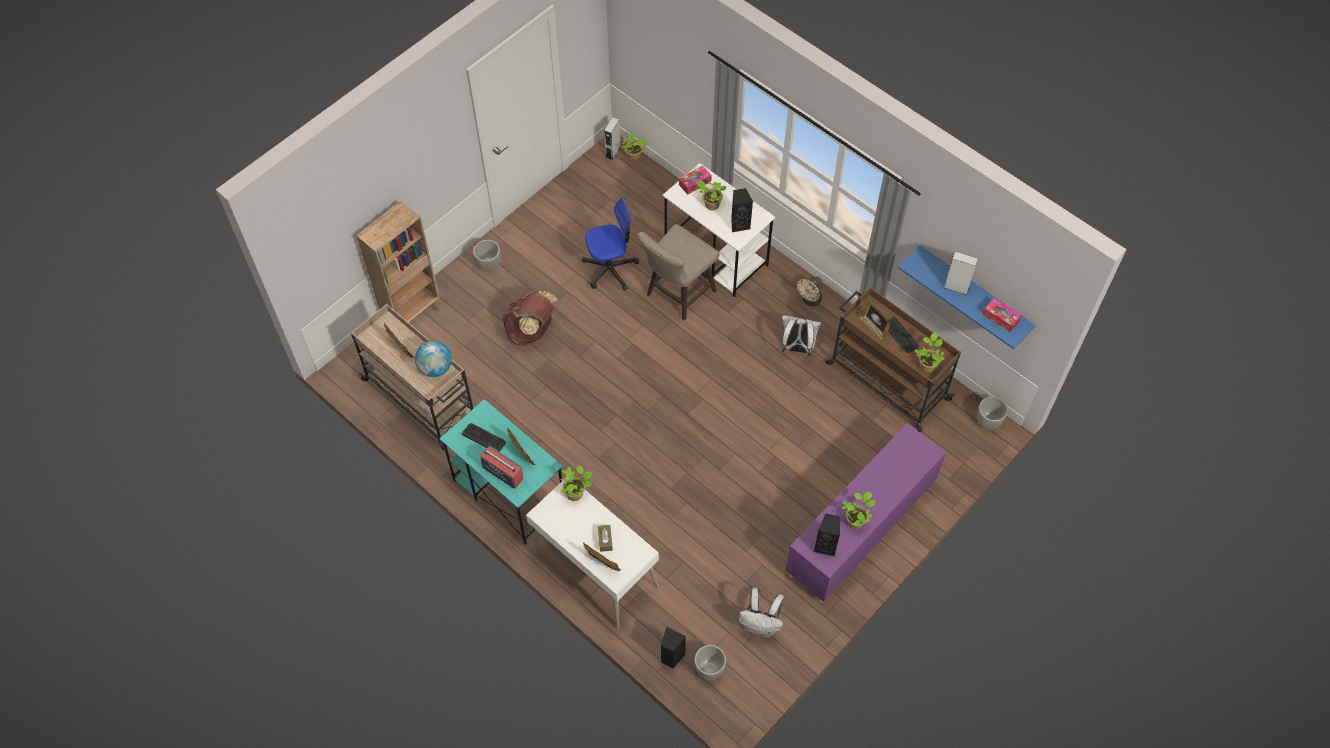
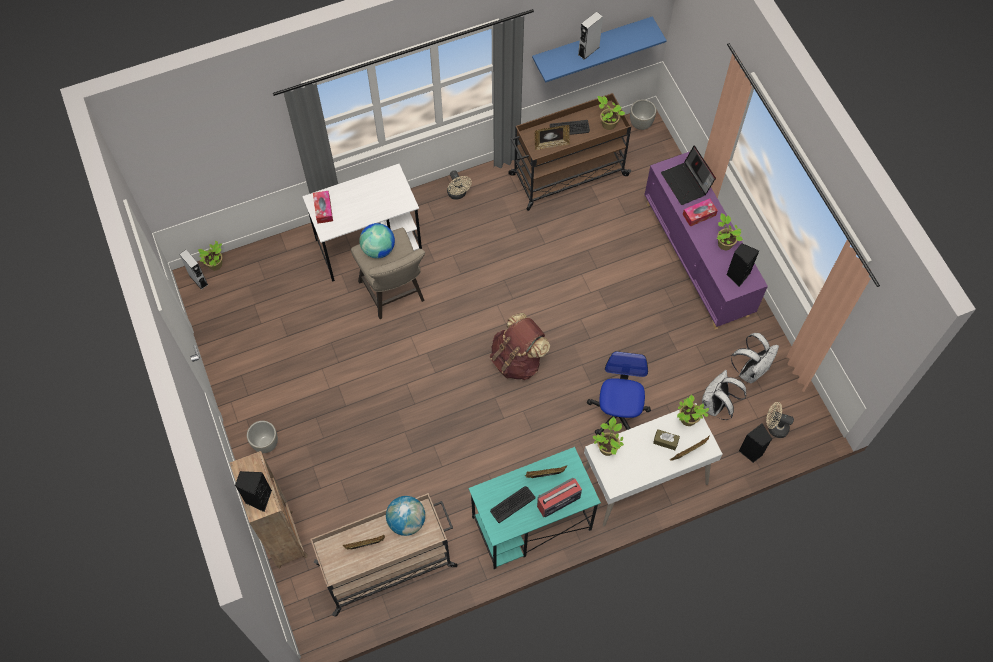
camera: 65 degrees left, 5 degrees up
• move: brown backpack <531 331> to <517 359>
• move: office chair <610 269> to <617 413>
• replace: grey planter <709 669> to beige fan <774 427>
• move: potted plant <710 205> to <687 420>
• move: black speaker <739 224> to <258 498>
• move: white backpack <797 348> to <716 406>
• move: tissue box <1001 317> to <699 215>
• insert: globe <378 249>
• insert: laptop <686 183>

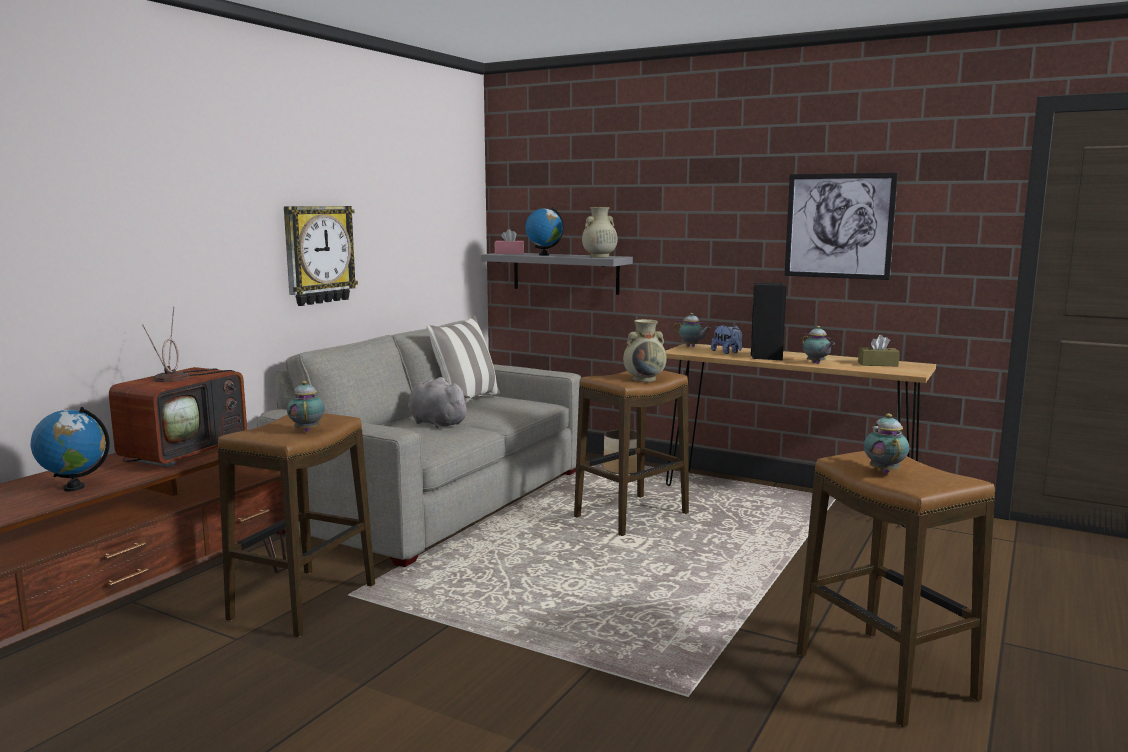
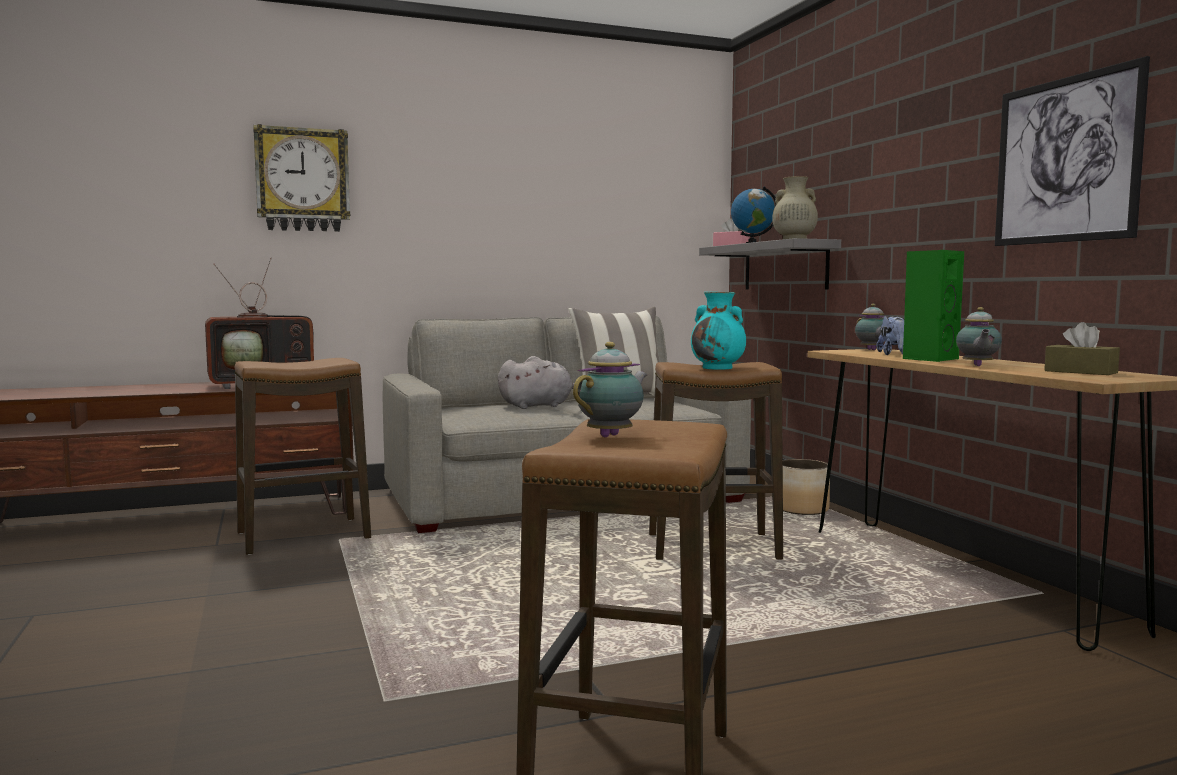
camera: 40 degrees right, 5 degrees down
• delete: globe <74 487>
• move: wall clock <318 254> to <302 180>
• delete: teapot <307 430>
• rotate: grey plush toy <436 423> = <539 406> 75 degrees clockwise
• recolor: beige vase <644 379> to turquoise vase <718 368>
• recolor: black speaker <766 357> to green speaker <929 359>

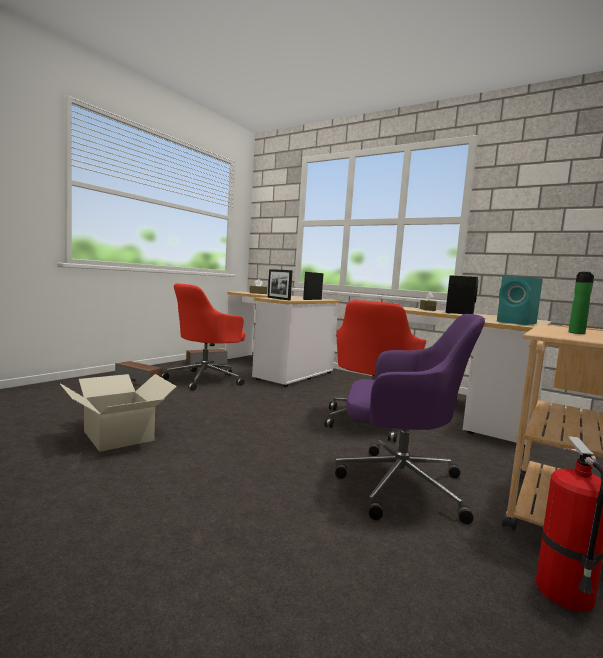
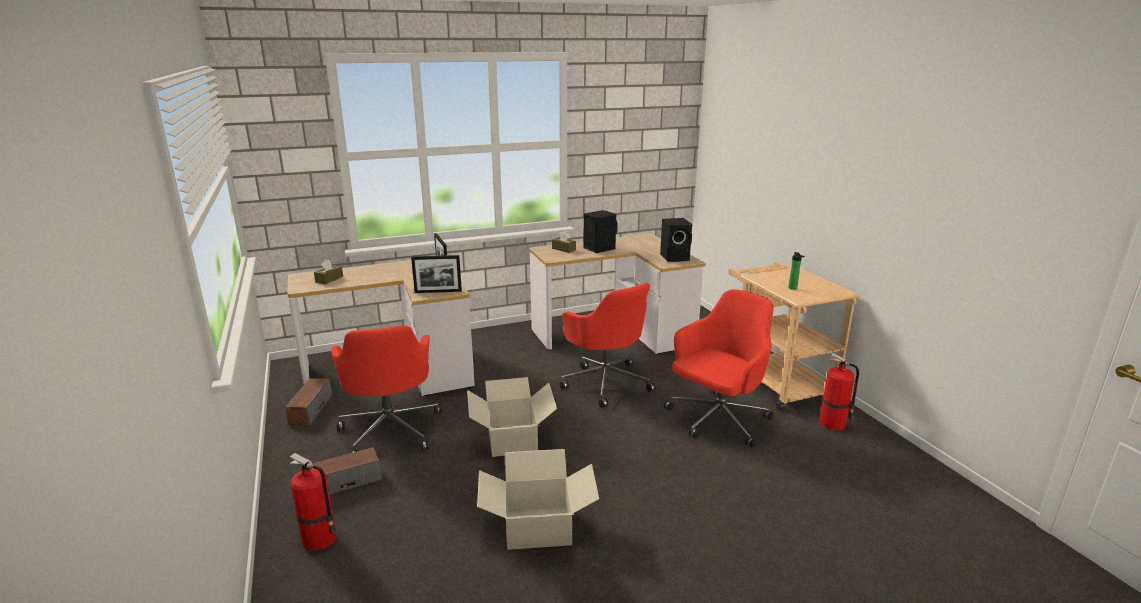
camera: 55 degrees left, 15 degrees up
• recolor: purple office chair <397 484> to red office chair <717 420>
• recolor: turquoise speaker <517 323> to black speaker <675 257>
• insert: fire extinguisher <321 539>
• insert: cardboard box <513 439>

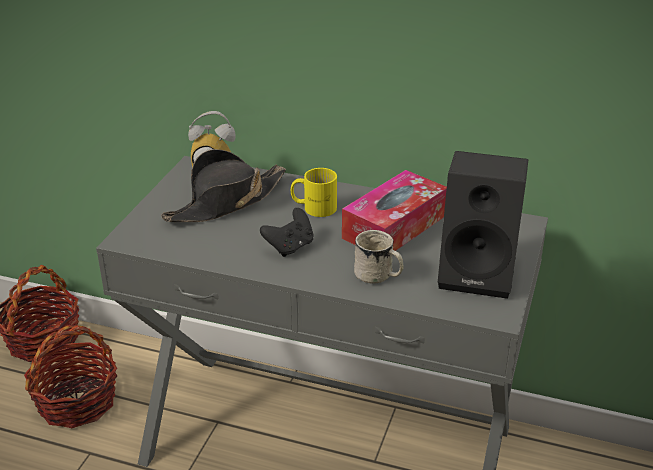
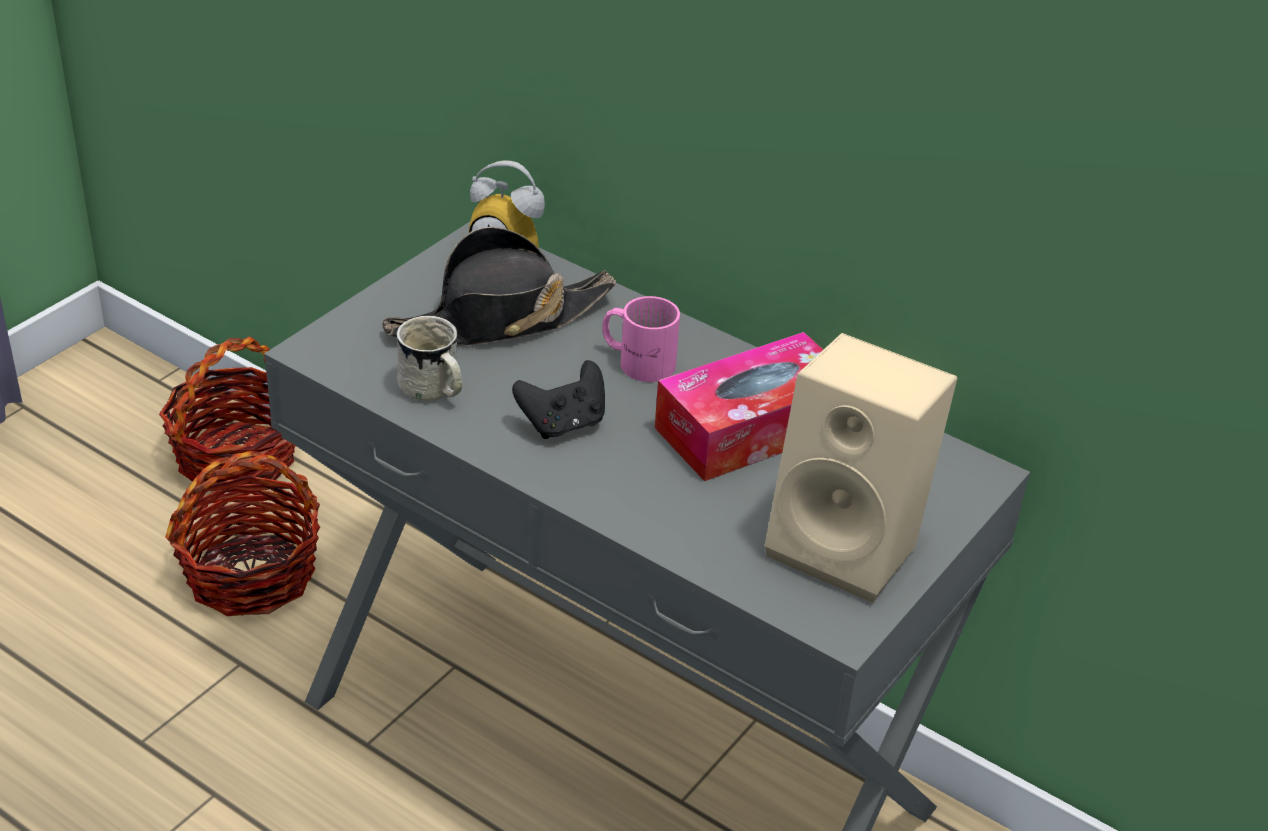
camera: 15 degrees right, 5 degrees up
• recolor: yellow mug <314 206> to pink mug <638 360>
• move: white mug <378 276> to <433 391>
• recolor: black speaker <479 273> to beige speaker <850 546>

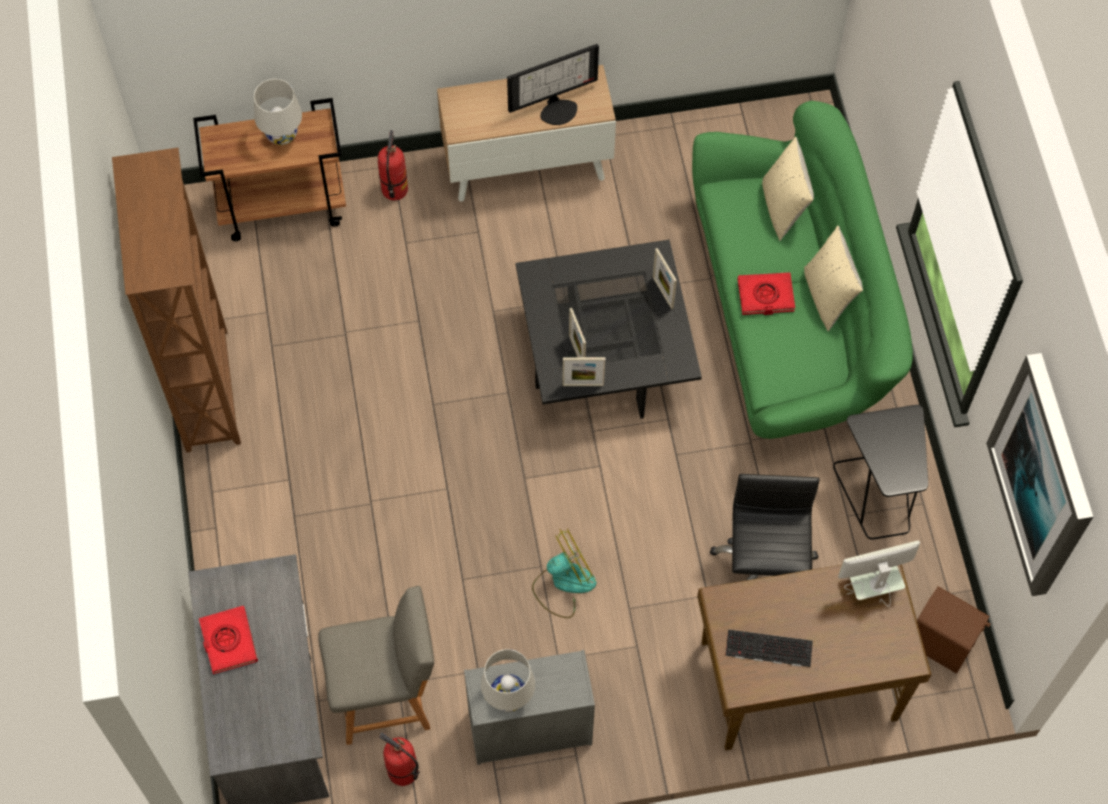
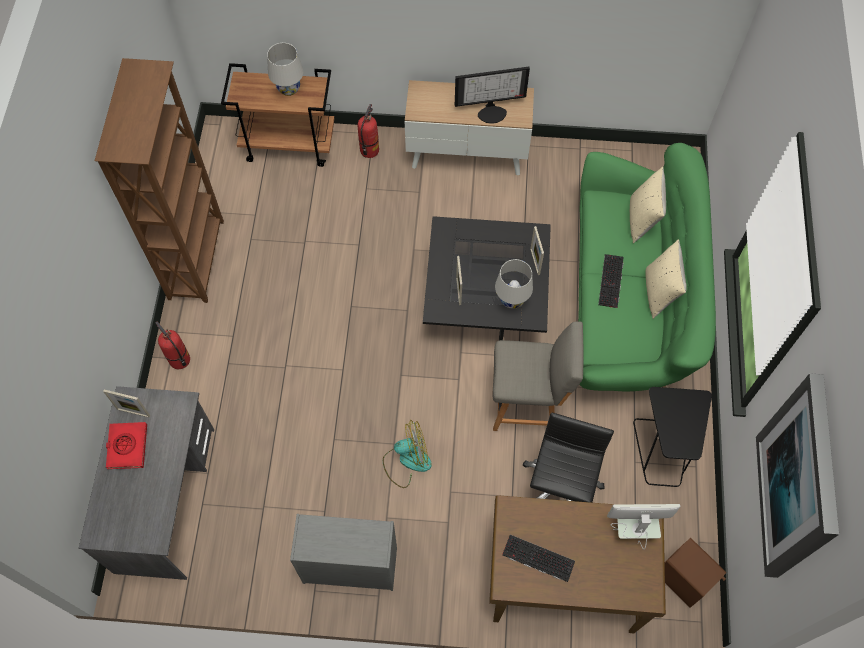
camera: 15 degrees right, 0 degrees up
• move: grey chair <386 696> to <528 403>
• move: fire extinguisher <402 771> to <179 360>
• move: white table lamp <508 696> to <512 300>
• move: picture frame <583 384> to <133 412>
• replace: red book <765 296> to keyboard <611 281>

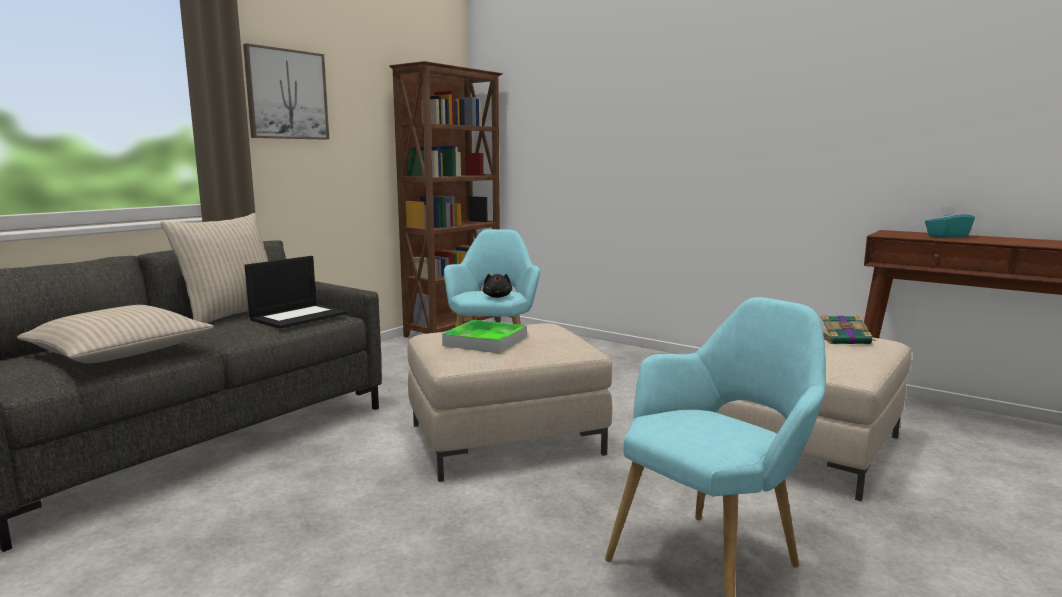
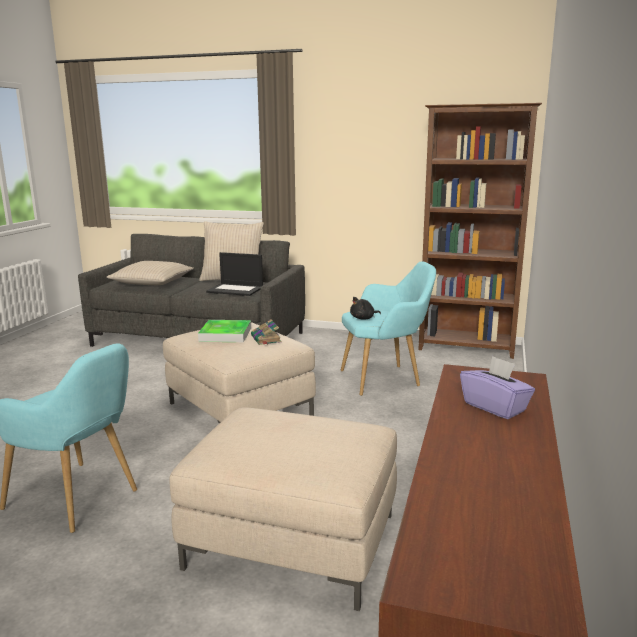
camera: 70 degrees right, 5 degrees up
• delete: picture <286 94>
• move: book <845 340> to <266 339>
• recolor: turquoise tissue box <947 236> to purple tissue box <495 407>

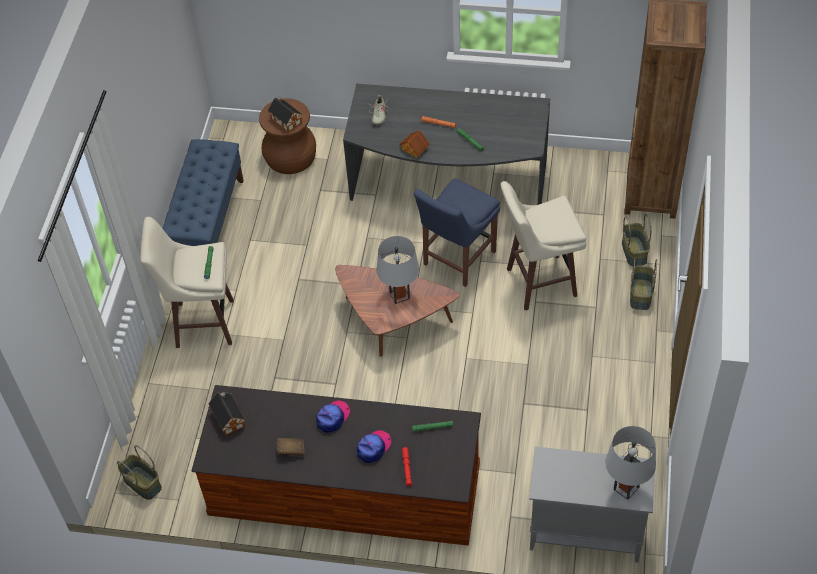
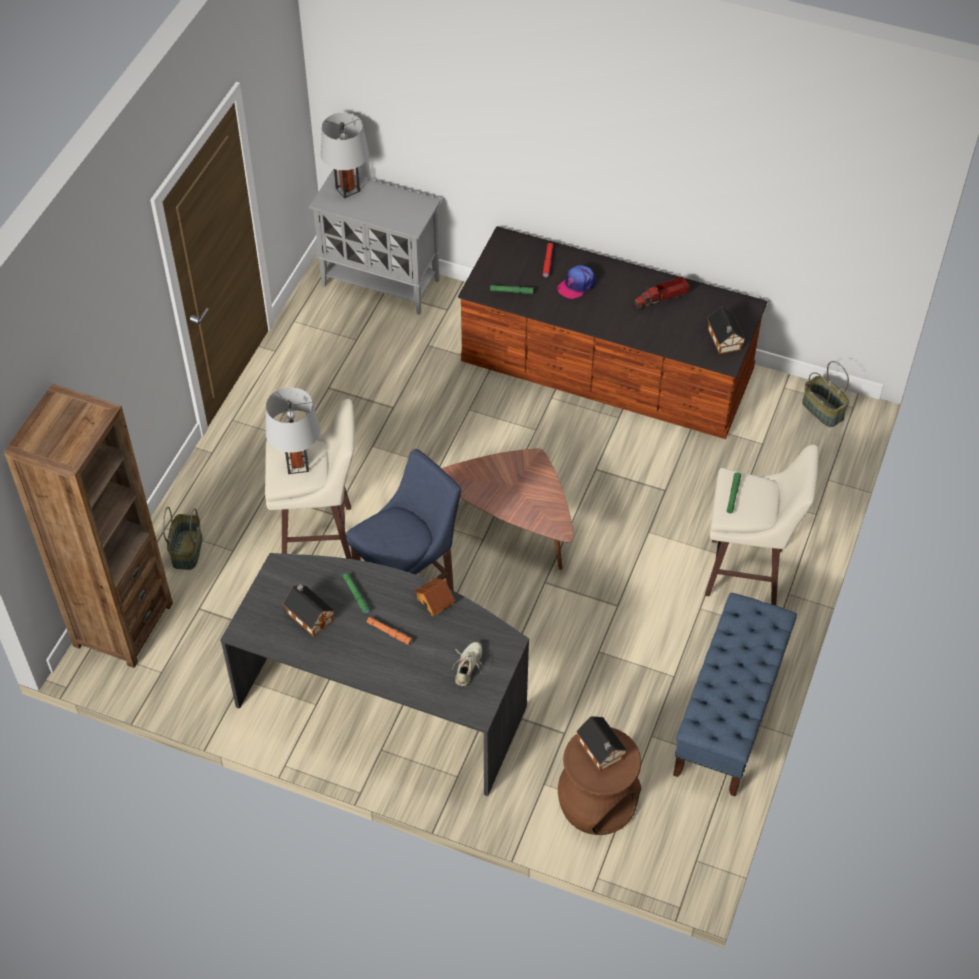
camera: 170 degrees left, 0 degrees up
• replace: brown book <291 450> to toy truck <662 298>
• delete: cap <333 417>
• move: grey table lamp <399 295> to <297 465>
• delete: basket <641 295>
• insert: toy house <309 615>

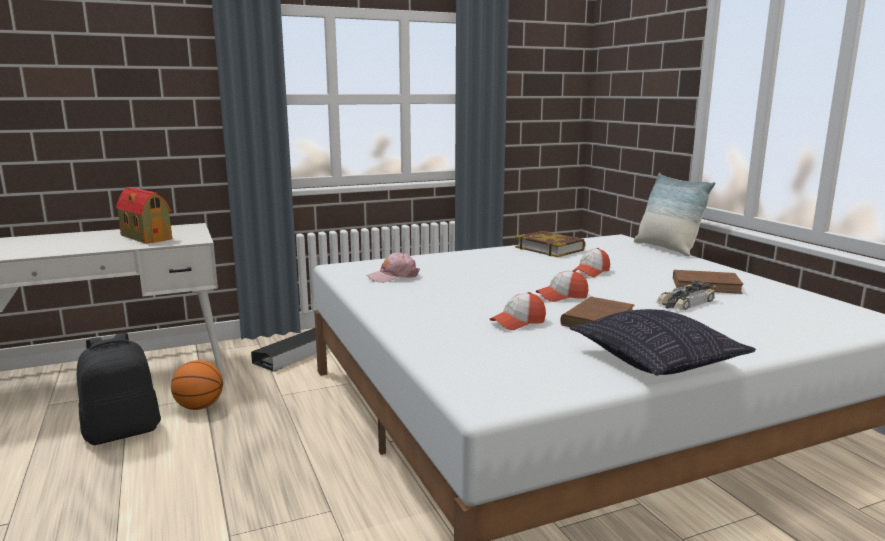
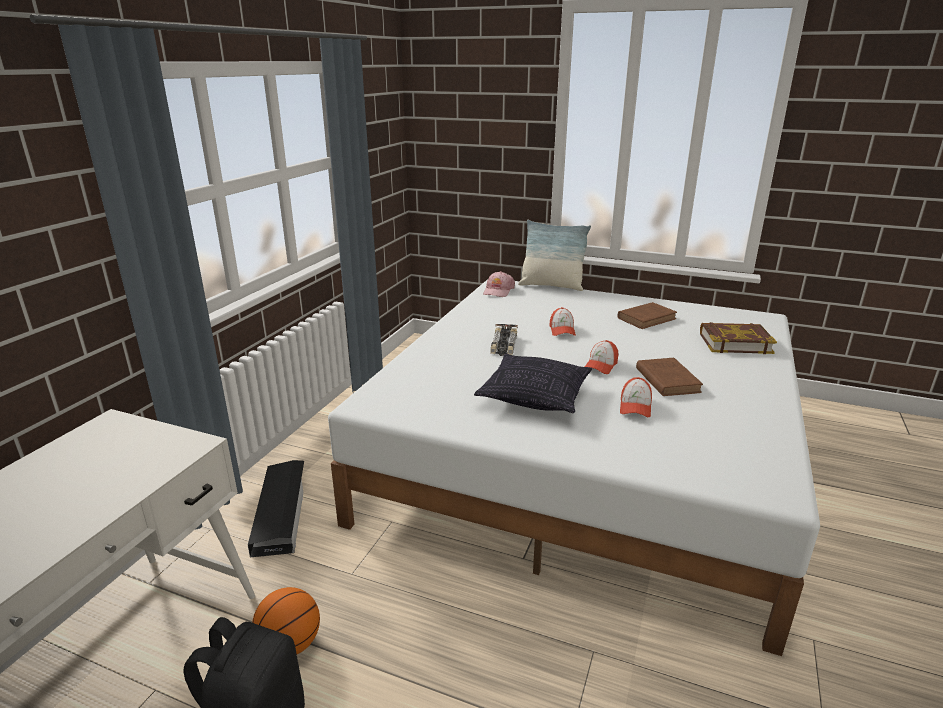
camera: 45 degrees left, 10 degrees up
• delete: toy house <145 237>
• move: pink cap <393 276> to <498 291>
• move: book <550 249> to <734 343>
• move: pillow <657 360> to <535 396>
• move: toy car <685 303> to <503 345>

